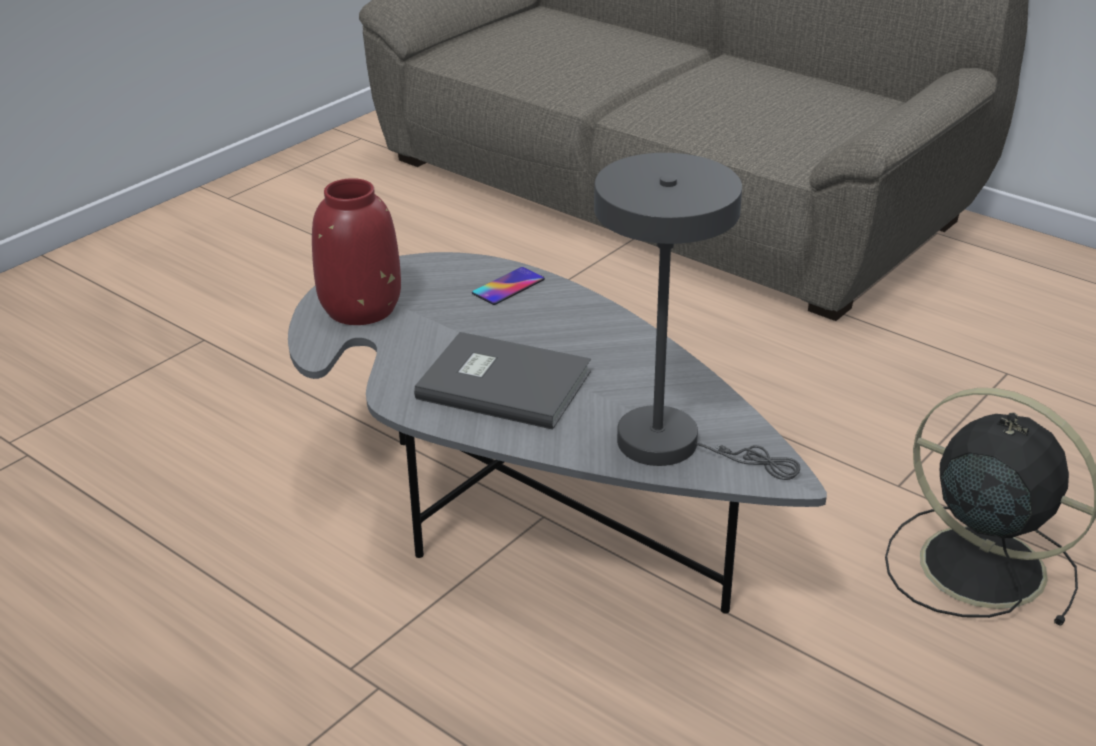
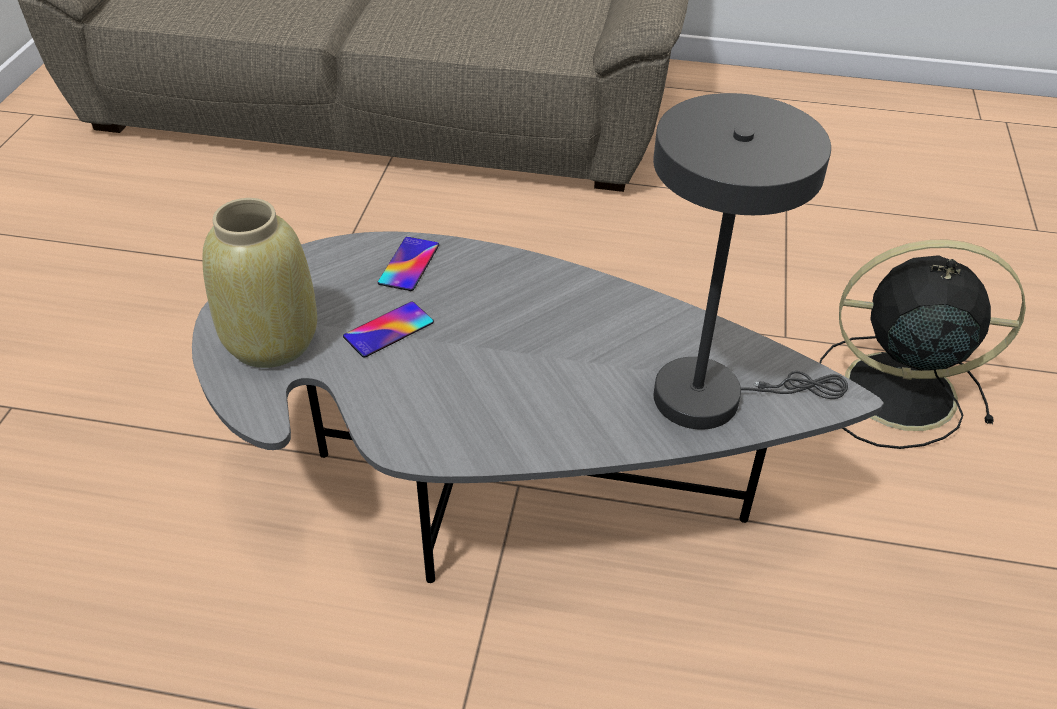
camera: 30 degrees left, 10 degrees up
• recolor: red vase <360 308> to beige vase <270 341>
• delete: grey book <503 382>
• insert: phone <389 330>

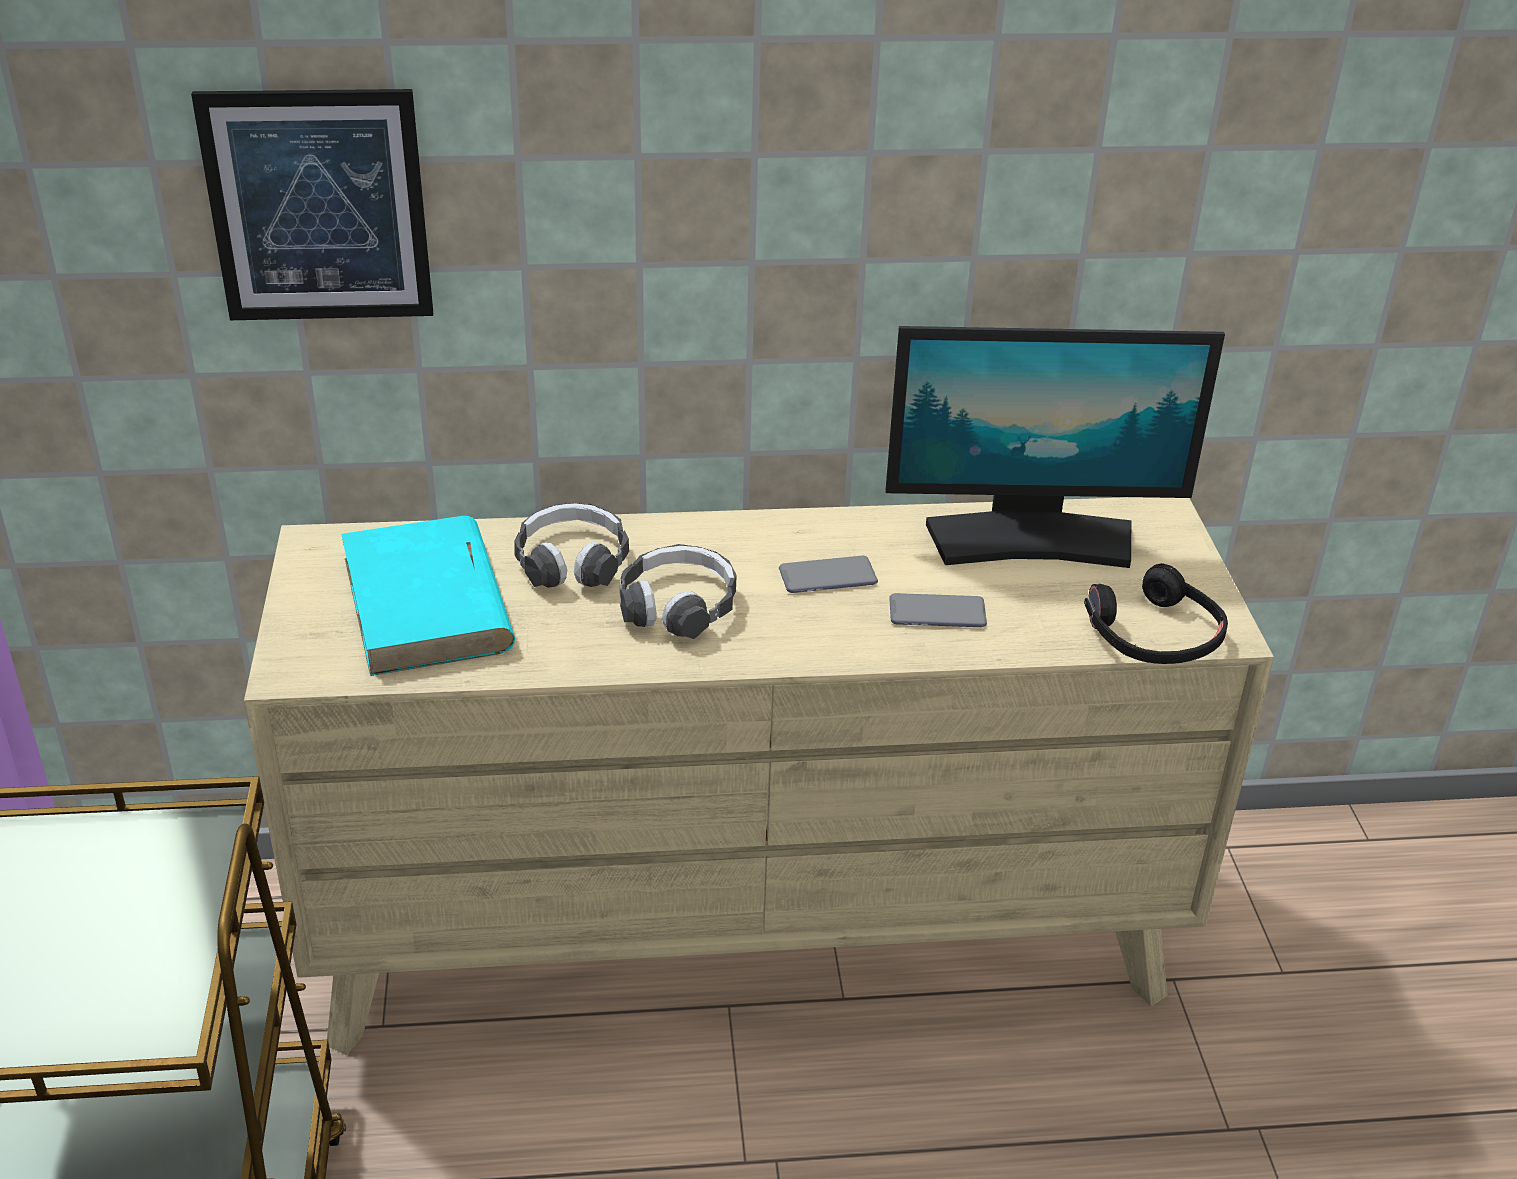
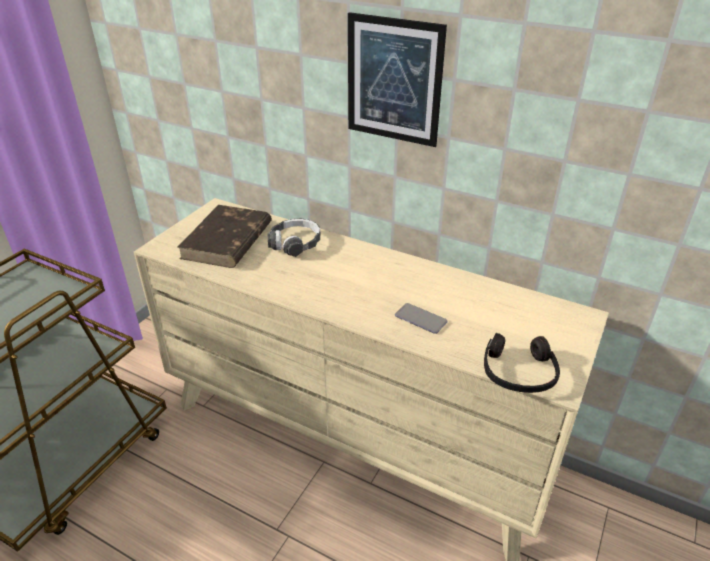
camera: 35 degrees right, 0 degrees up
• move: picture <318 207> to <393 80>
• recolor: turquoise book <427 605> to brown book <227 241>
• delete: headphones <678 605>
• delete: phone <827 576>
• delete: monitor <1031 539>

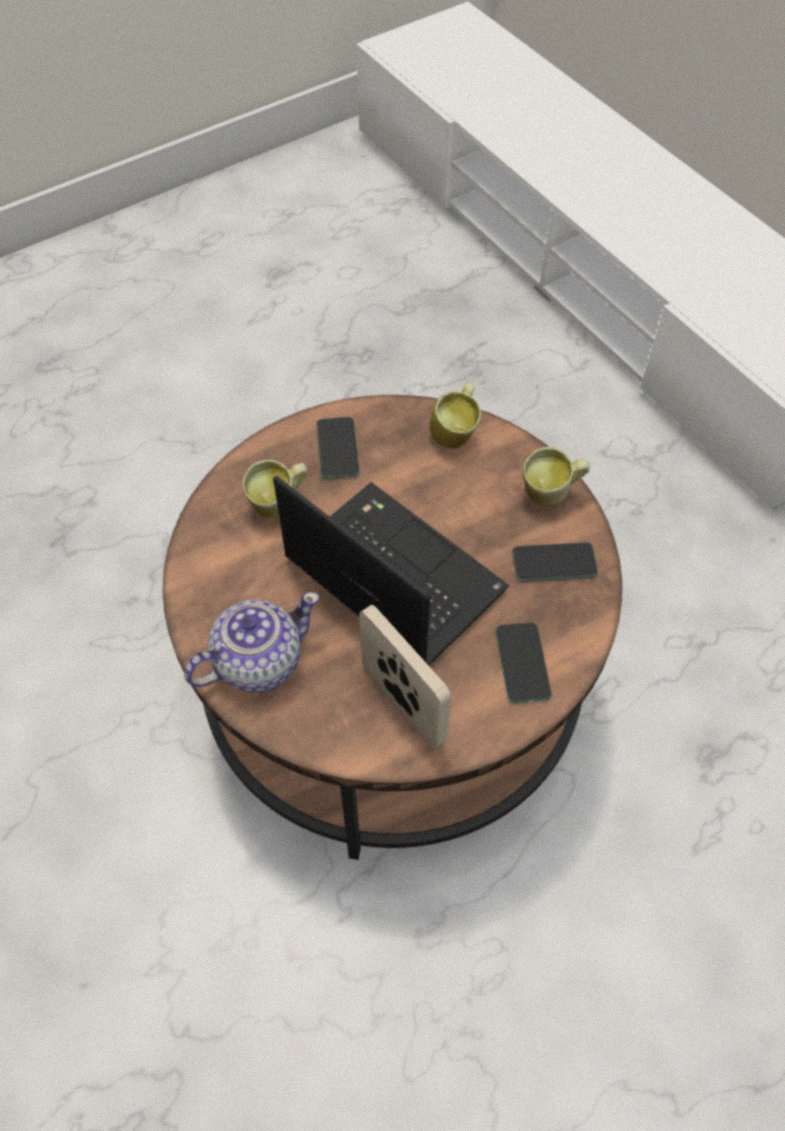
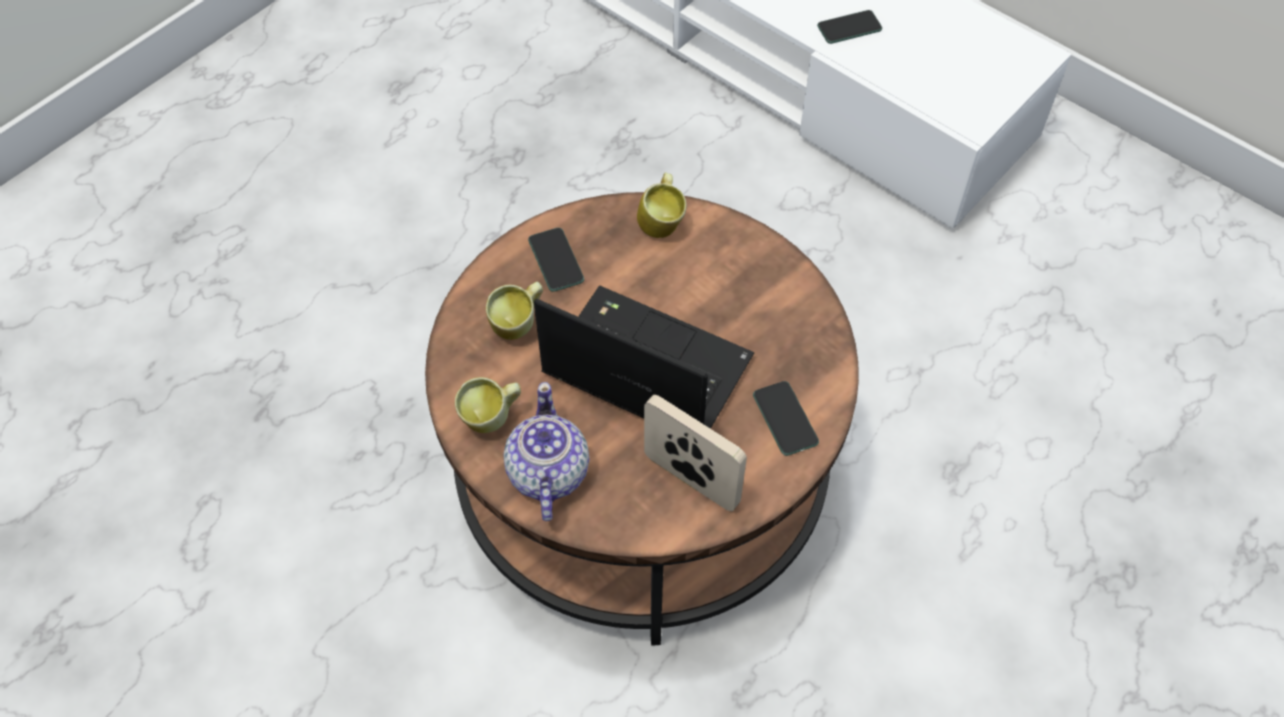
camera: 15 degrees left, 0 degrees up
• rotate: teapot <257 661> = <547 473> 45 degrees counterclockwise
• move: phone <554 563> to <849 28>
• move: mug <550 494> to <492 419>

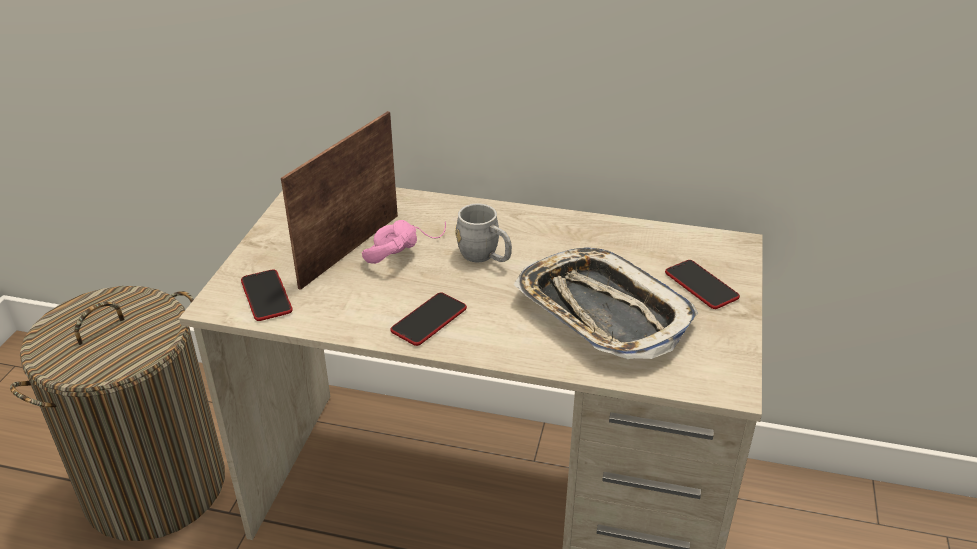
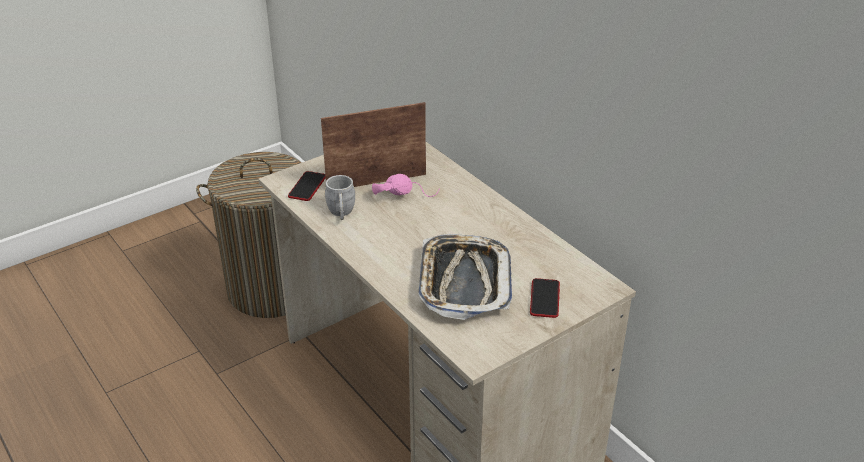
camera: 40 degrees right, 0 degrees up
• delete: phone <429 320>
• move: grey mug <485 257> to <341 213>

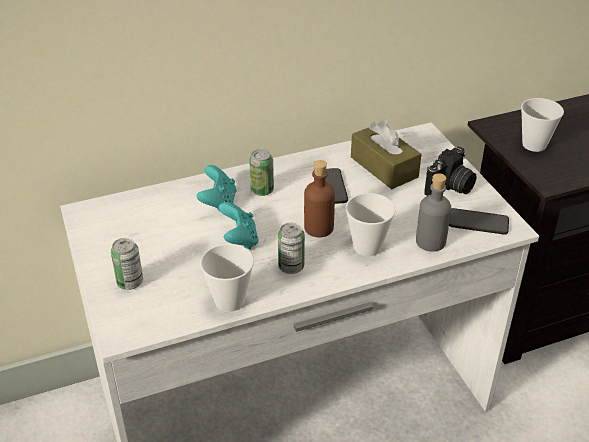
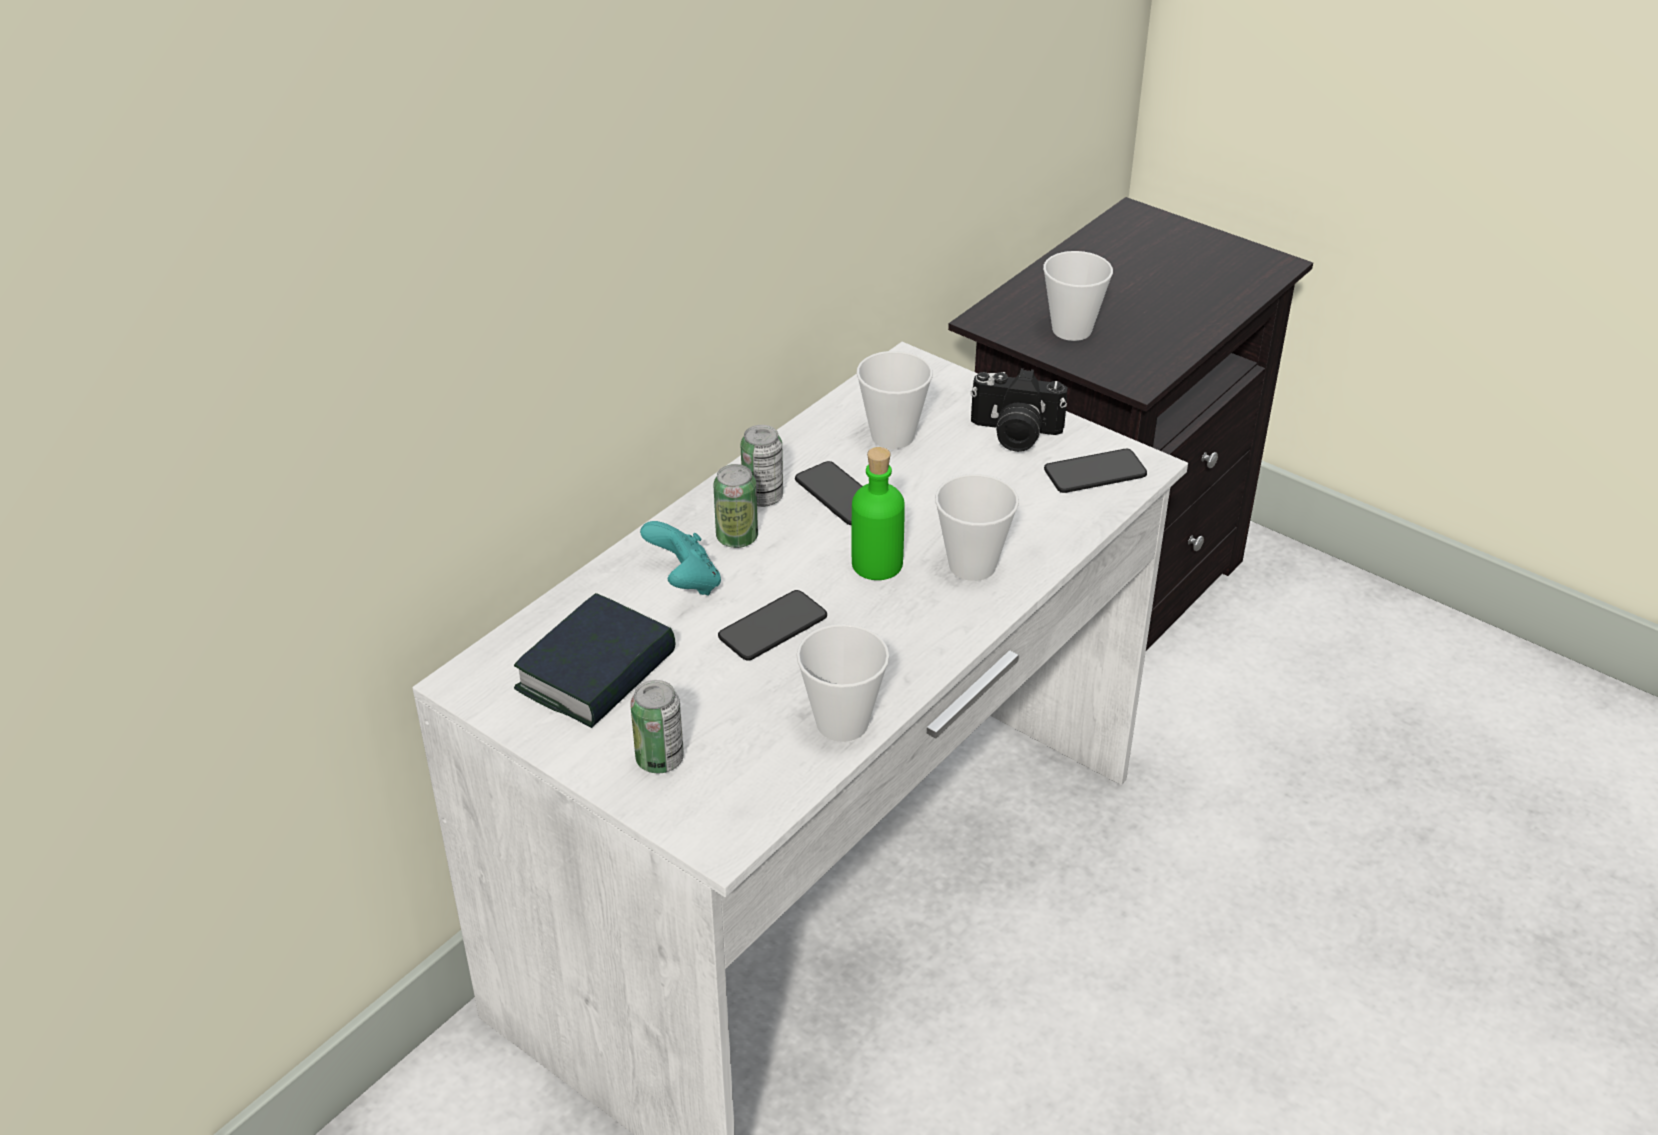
camera: 30 degrees left, 0 degrees up
• replace: turquoise game controller <239 240> to phone <773 627>
• move: can <291 267> to <762 497>
• recolor: brown bottle <318 228> to green bottle <877 564>
• replace: brown tissue box <384 167> to cup <892 436>
• delete: grey bottle <430 241>
• rotate: photo camera <450 187> = <1014 434> 90 degrees clockwise
• insert: book <597 672>

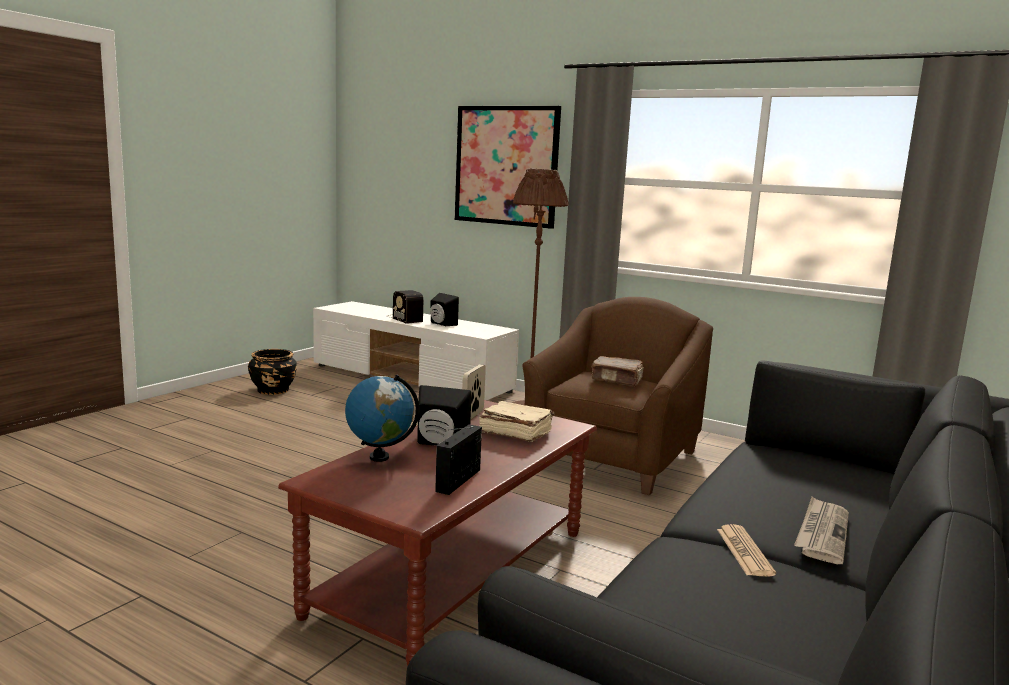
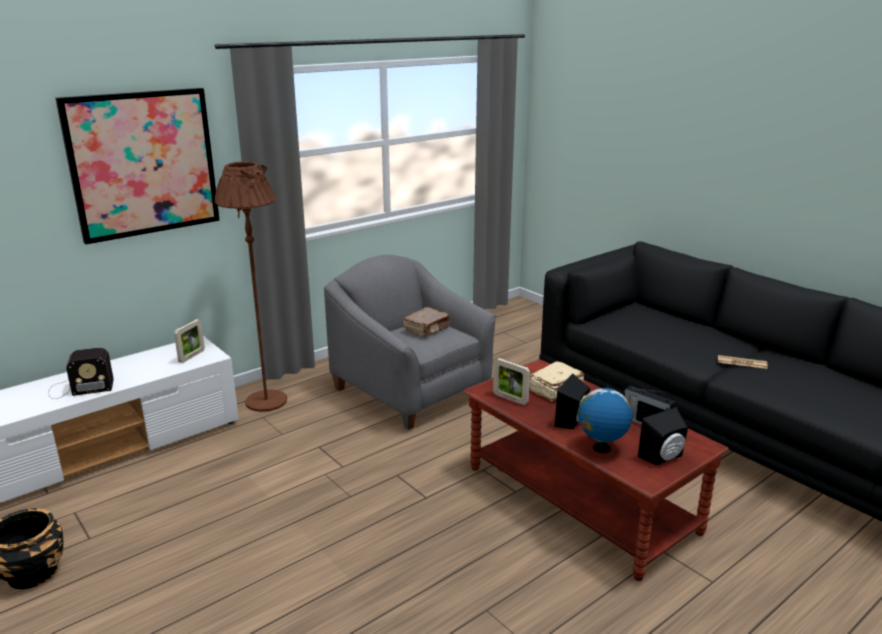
camera: 70 degrees left, 10 degrees up
• move: black speaker <441 324> to <663 458>
• recolor: brown armchair <612 459> to grey armchair <411 391>
• delete: newspaper <822 533>
• insert: picture frame <192 356>

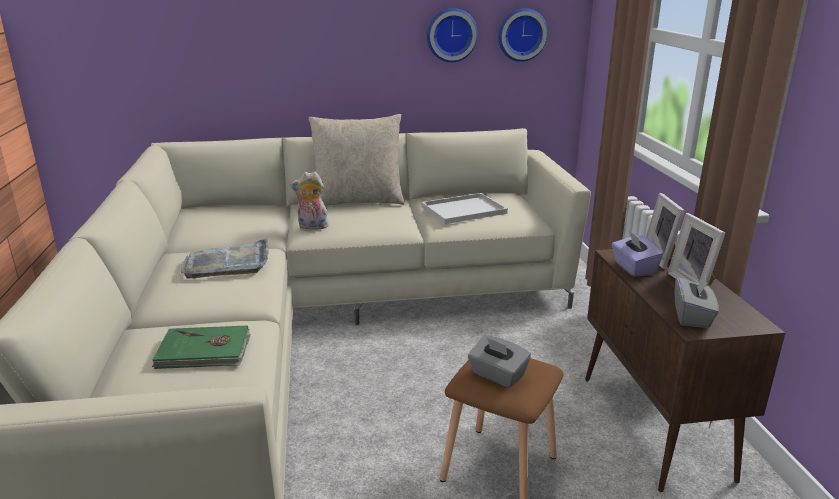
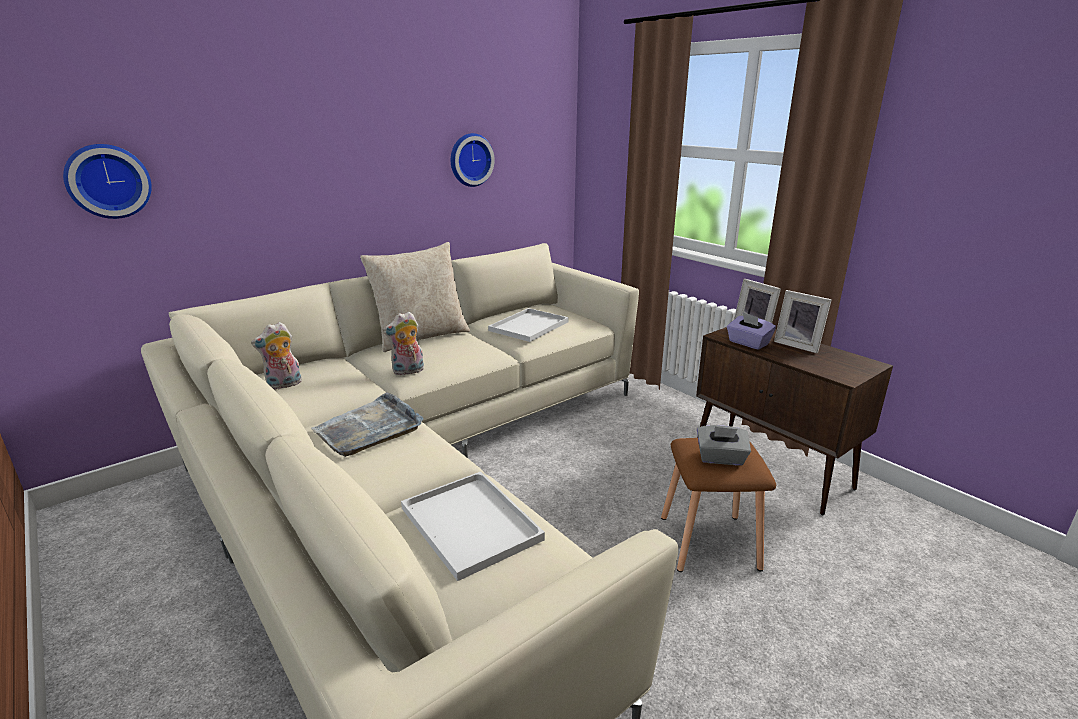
camera: 30 degrees left, 0 degrees up
• replace: green book <204 351> to white tray <473 524>
• move: wall clock <521 34> to <108 181>
• delete: grey tissue box <692 316>
• insert: plush toy <284 385>

